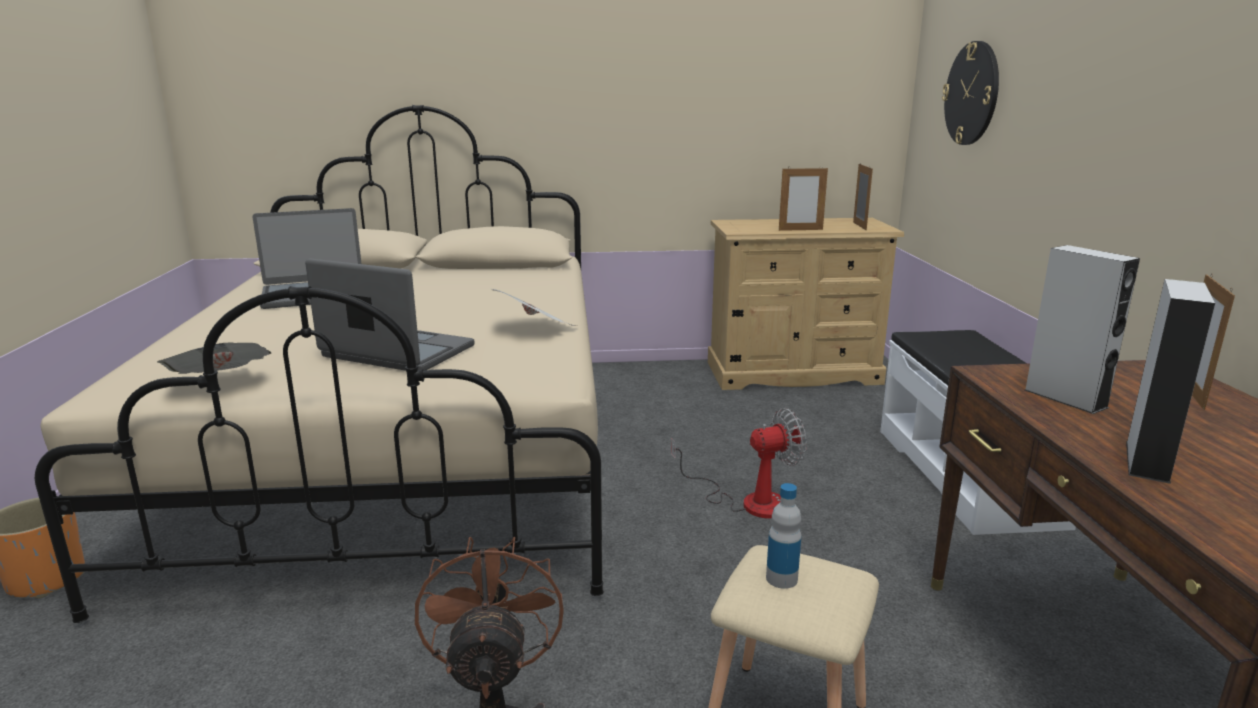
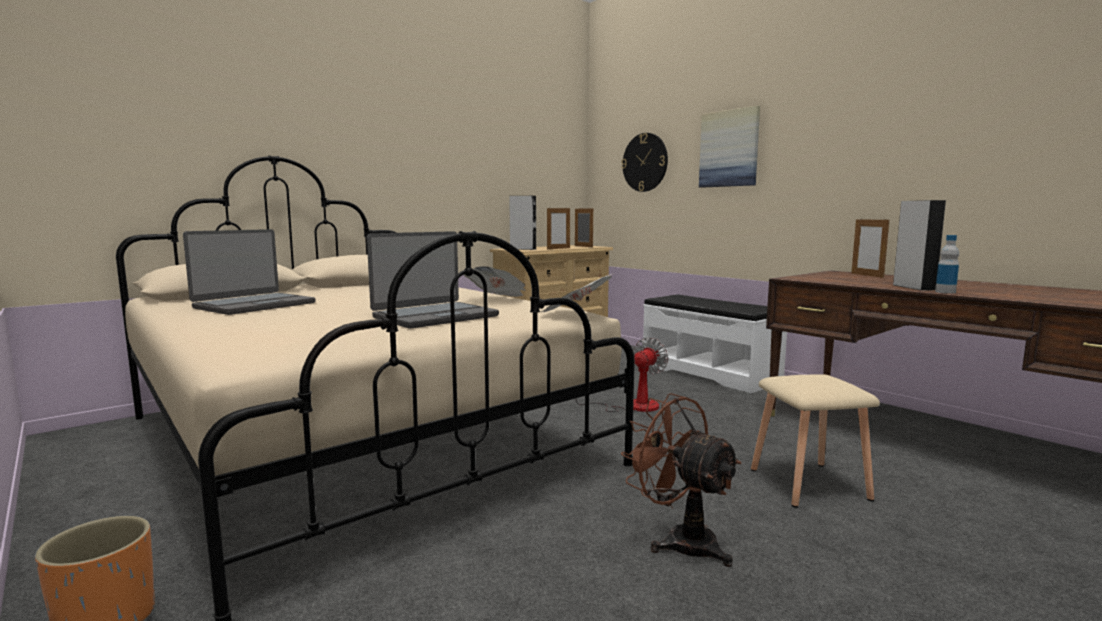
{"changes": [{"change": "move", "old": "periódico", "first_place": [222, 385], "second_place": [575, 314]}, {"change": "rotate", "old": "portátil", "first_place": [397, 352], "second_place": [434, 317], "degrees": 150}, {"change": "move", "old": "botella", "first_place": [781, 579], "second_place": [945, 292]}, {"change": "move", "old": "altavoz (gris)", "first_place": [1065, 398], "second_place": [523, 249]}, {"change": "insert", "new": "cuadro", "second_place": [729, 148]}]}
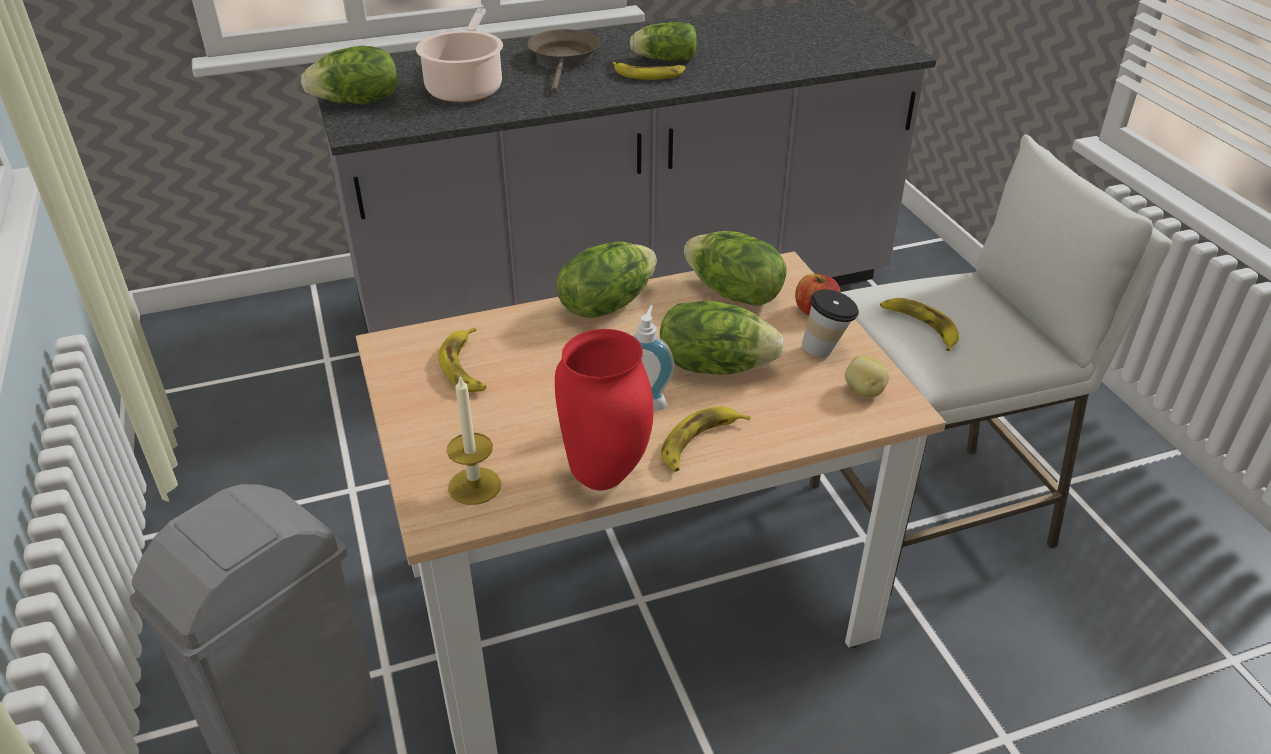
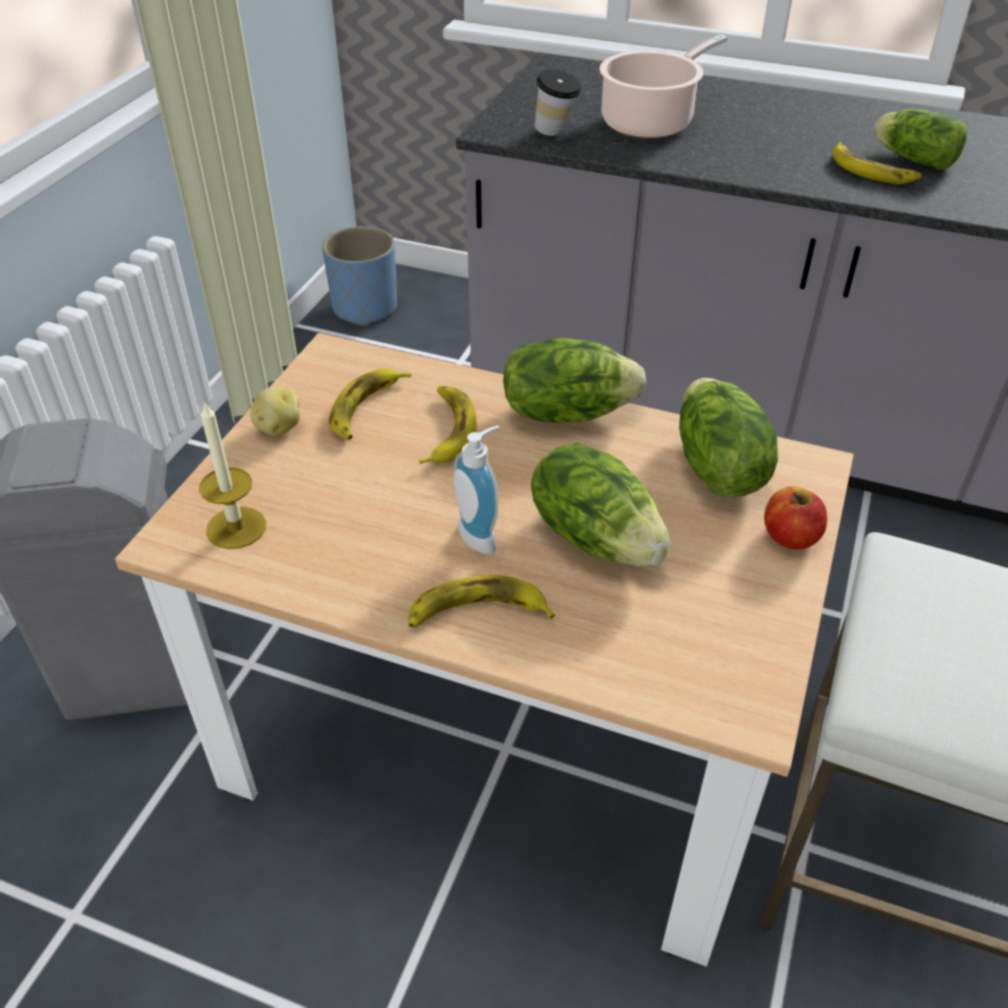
{"changes": [{"change": "delete", "old": "lechuga", "first_place": [358, 102]}, {"change": "delete", "old": "sartén (marrón)", "first_place": [564, 60]}, {"change": "delete", "old": "florero (rojo)", "first_place": [607, 476]}, {"change": "move", "old": "taza", "first_place": [826, 350], "second_place": [556, 133]}, {"change": "move", "old": "patata", "first_place": [863, 391], "second_place": [278, 427]}, {"change": "move", "old": "plátano", "first_place": [920, 327], "second_place": [447, 430]}, {"change": "insert", "new": "maceta (azul)", "second_place": [365, 308]}]}
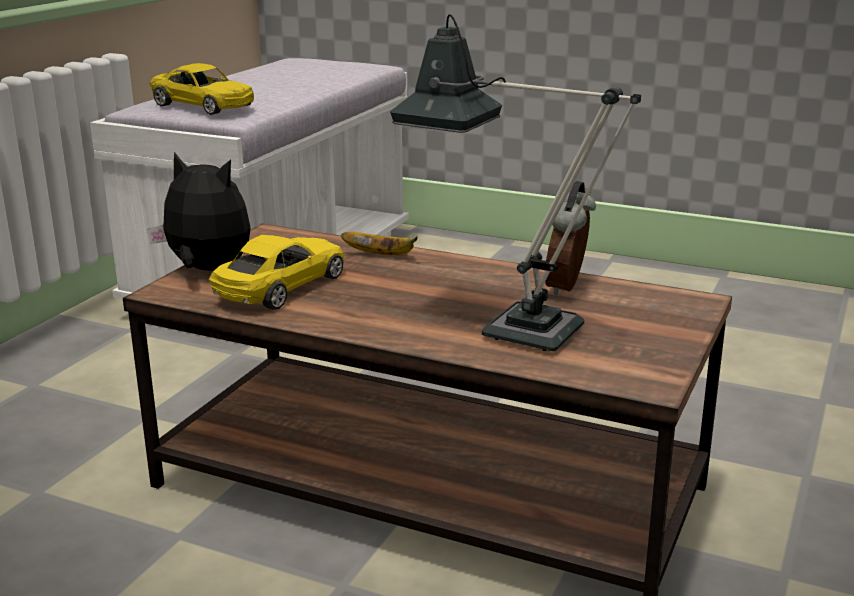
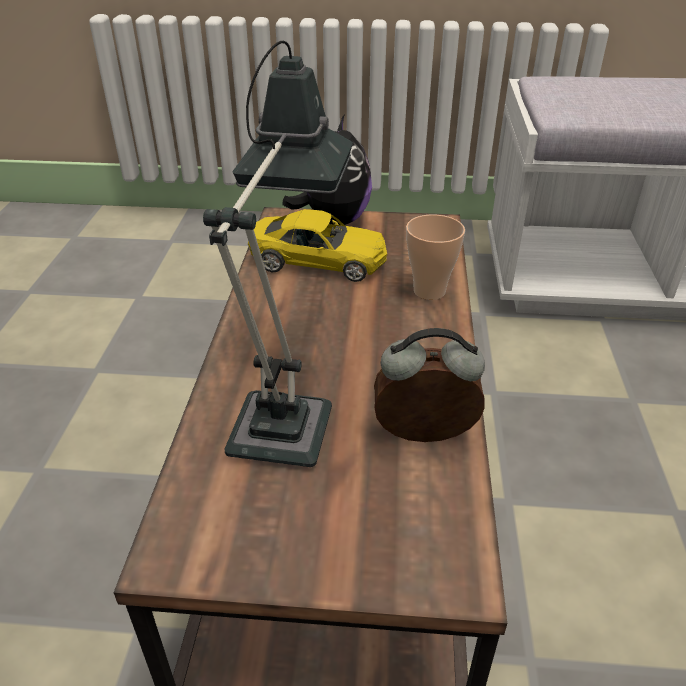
{"changes": [{"change": "delete", "old": "coche de juguete (amarillo)", "first_place": [203, 105]}, {"change": "replace", "old": "plátano", "new": "taza", "first_place": [381, 255], "second_place": [429, 291]}]}
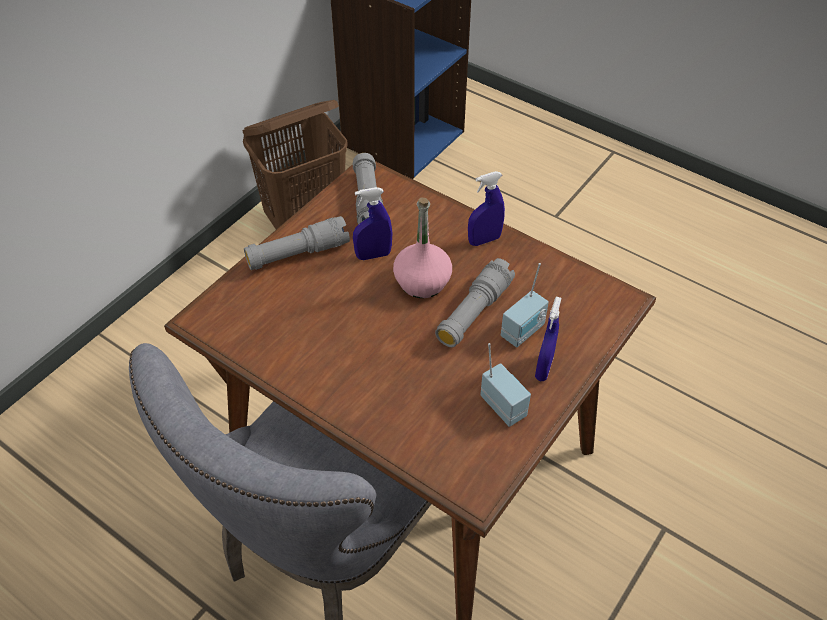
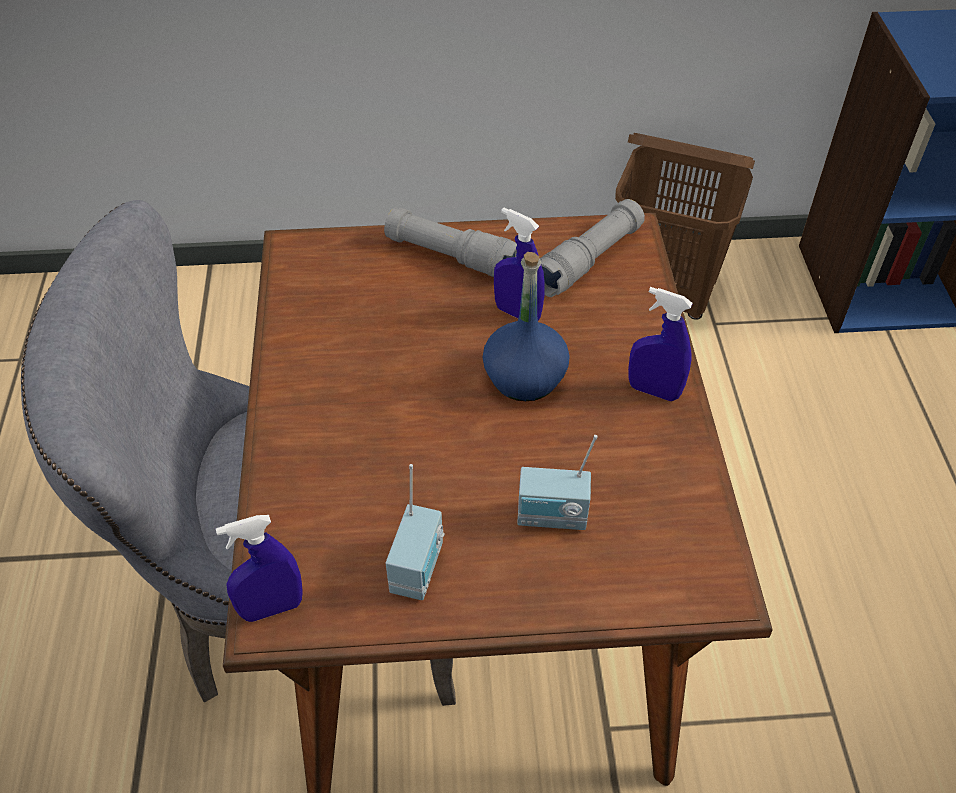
{"changes": [{"change": "recolor", "old": "botella (rosa)", "new": "botella (azul)", "first_place": [422, 282], "second_place": [525, 377]}, {"change": "delete", "old": "linterna (gris)", "first_place": [474, 312]}, {"change": "move", "old": "pulverizador (azul)", "first_place": [544, 368], "second_place": [272, 608]}]}
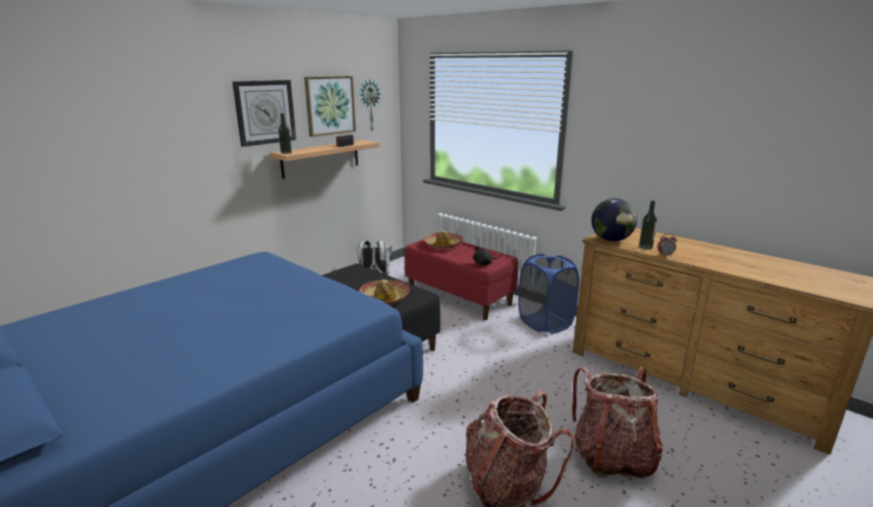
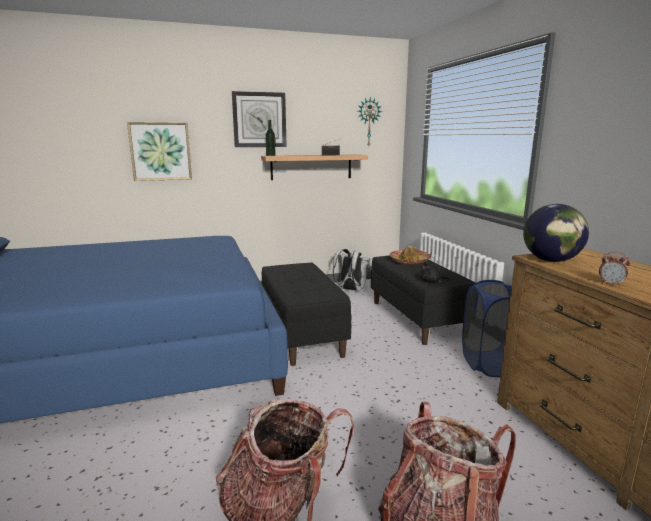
{"changes": [{"change": "move", "old": "cuadro", "first_place": [330, 105], "second_place": [160, 151]}, {"change": "delete", "old": "sombrero", "first_place": [384, 298]}, {"change": "recolor", "old": "banco (rojo)", "new": "banco (negro)", "first_place": [459, 297], "second_place": [417, 318]}, {"change": "delete", "old": "botella", "first_place": [645, 247]}]}
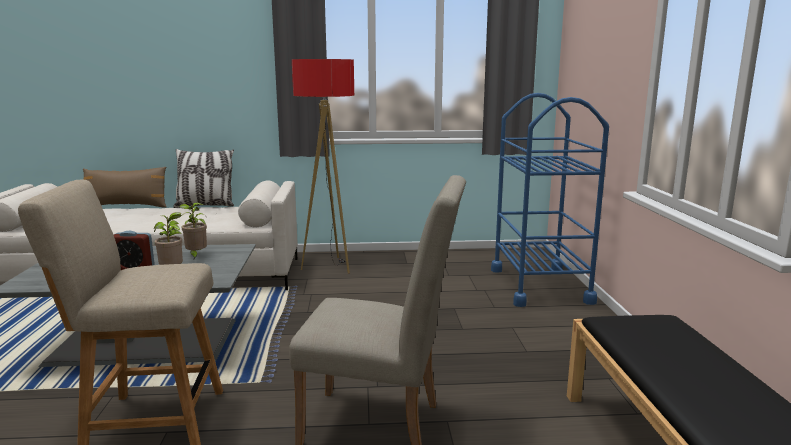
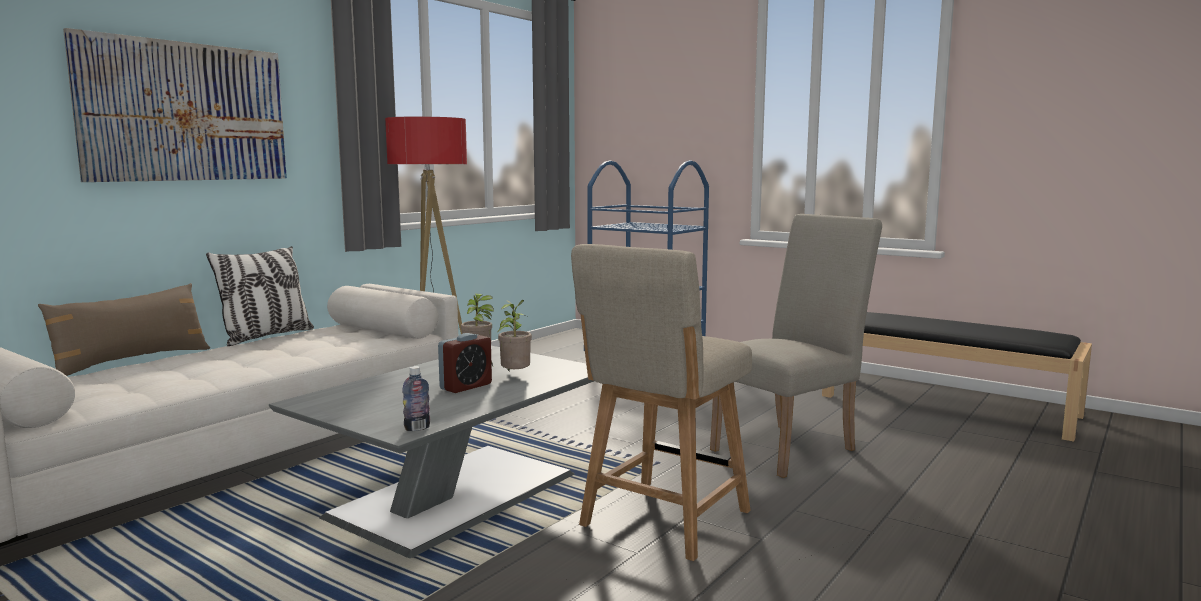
{"changes": [{"change": "insert", "new": "cuadro", "second_place": [186, 112]}, {"change": "insert", "new": "botella", "second_place": [417, 428]}]}
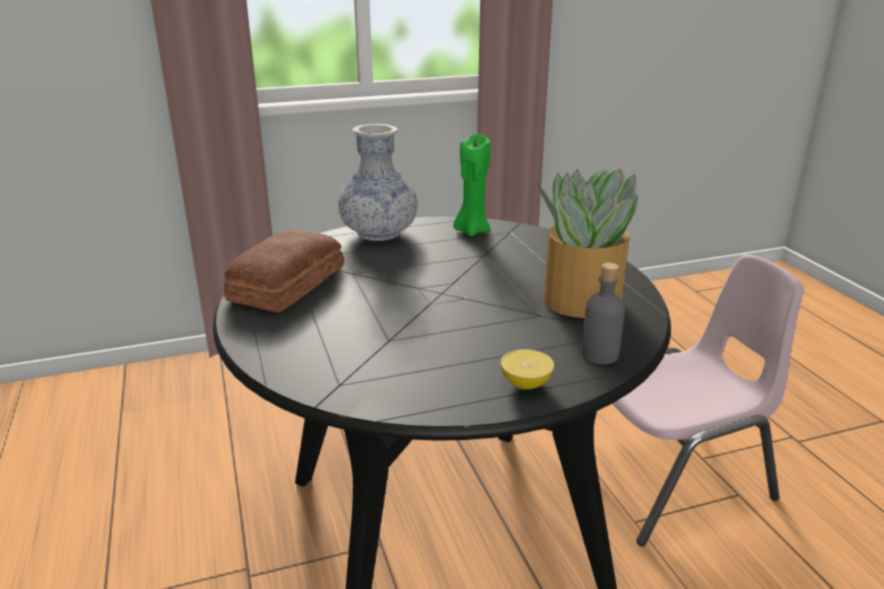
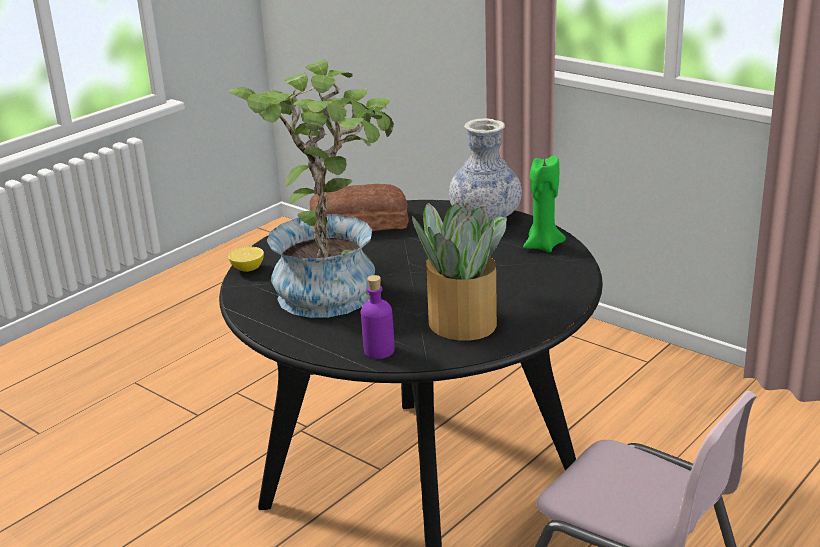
{"changes": [{"change": "move", "old": "limón", "first_place": [526, 384], "second_place": [247, 269]}, {"change": "recolor", "old": "botella (gris)", "new": "botella (morado)", "first_place": [600, 355], "second_place": [379, 351]}, {"change": "insert", "new": "planta en maceta", "second_place": [333, 287]}]}
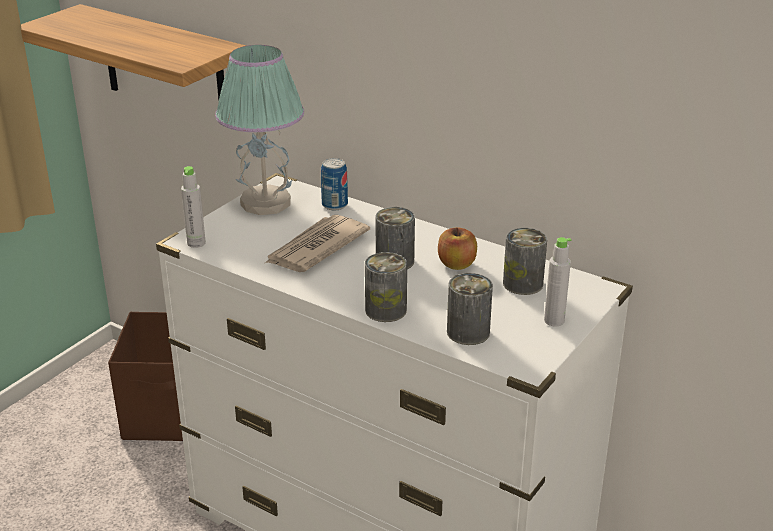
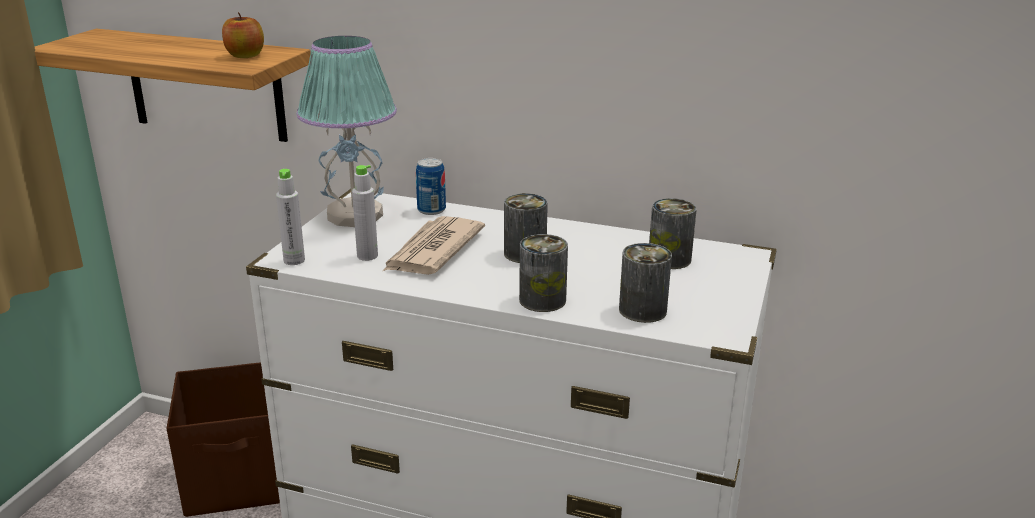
{"changes": [{"change": "move", "old": "manzana", "first_place": [456, 264], "second_place": [245, 56]}, {"change": "move", "old": "botella (gris)", "first_place": [554, 320], "second_place": [367, 256]}]}
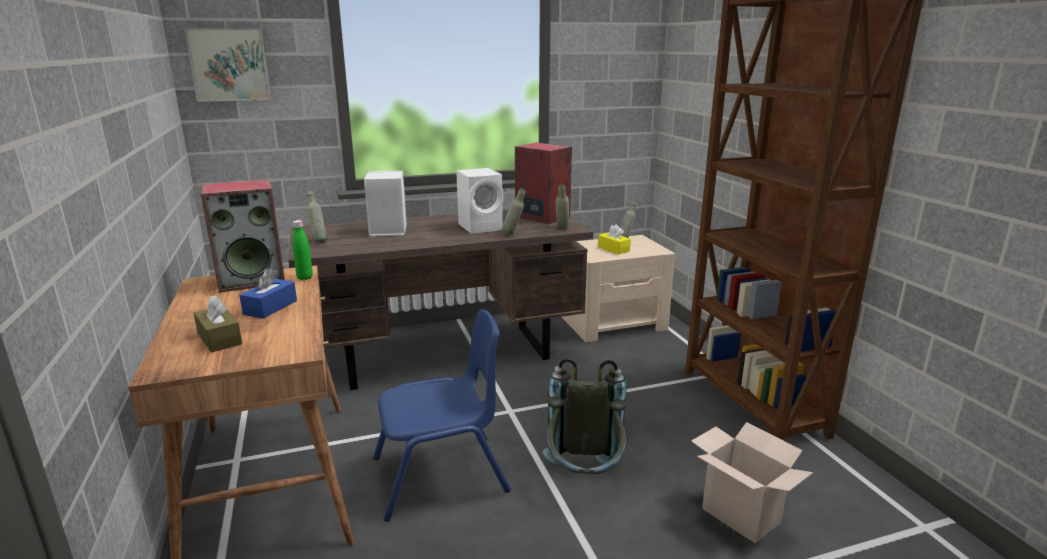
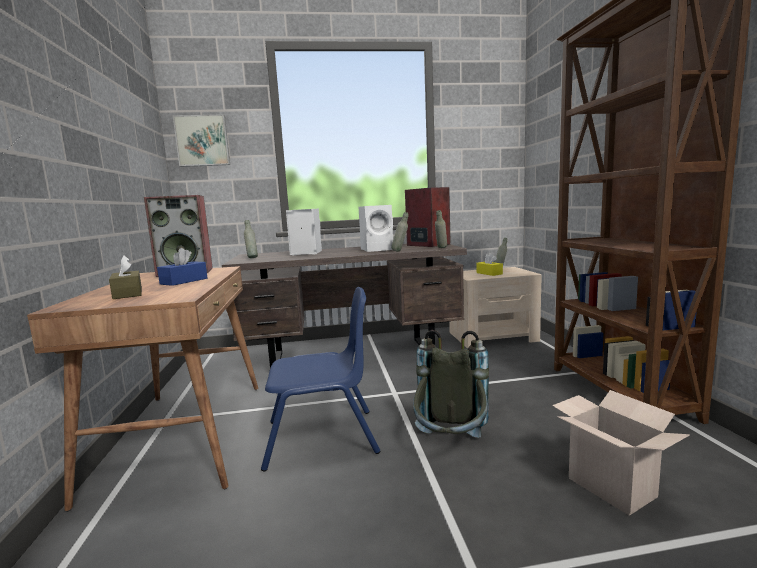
{"changes": [{"change": "delete", "old": "botella (verde)", "first_place": [305, 278]}]}
